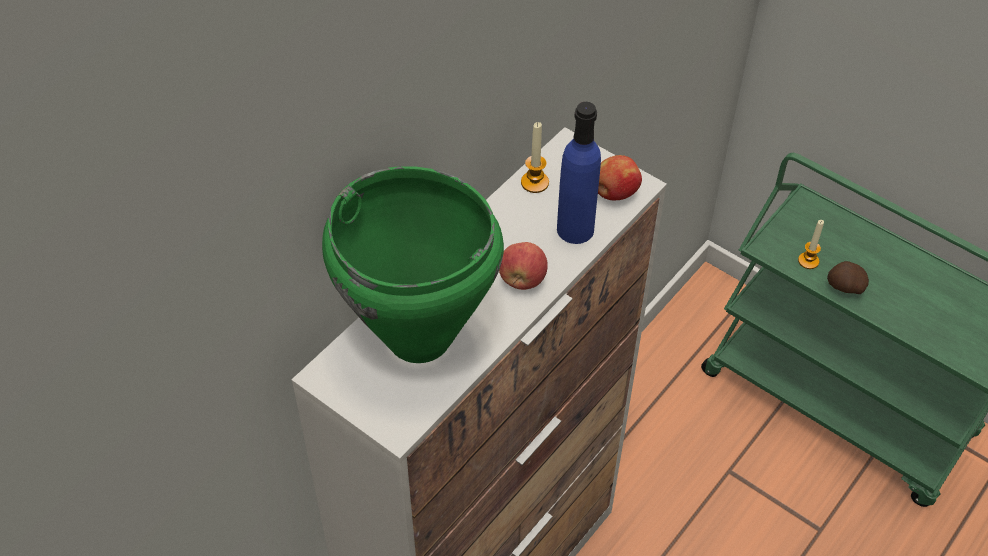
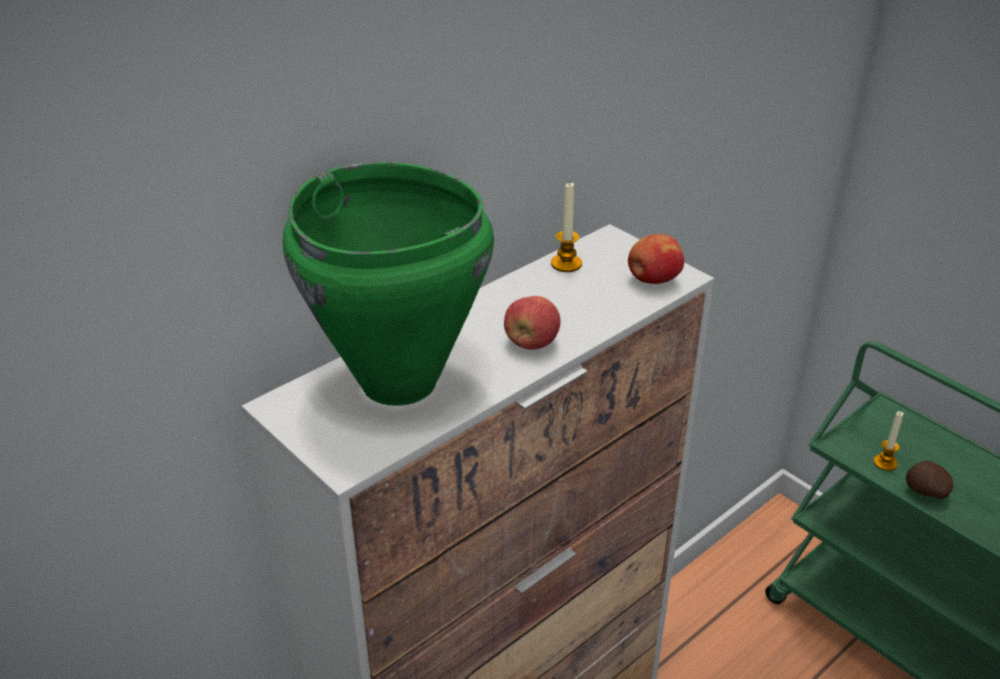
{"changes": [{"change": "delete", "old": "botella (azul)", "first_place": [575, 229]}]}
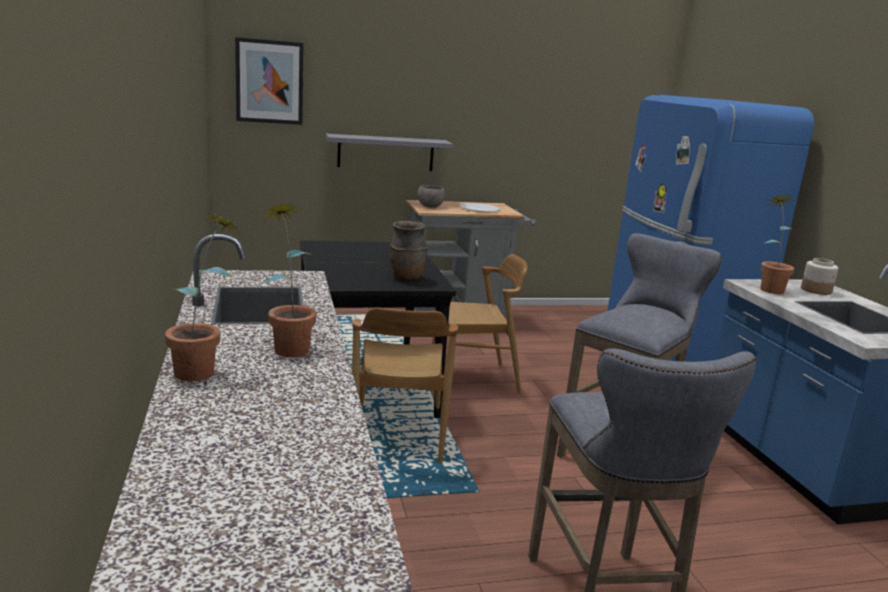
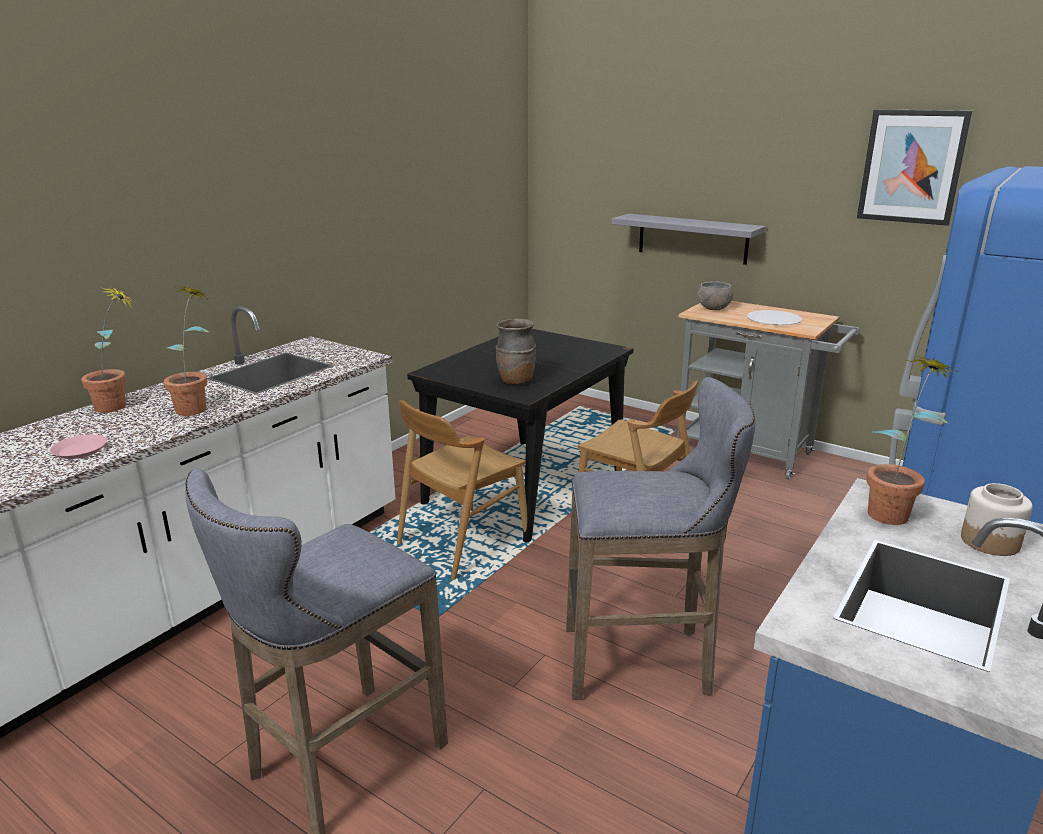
{"changes": [{"change": "move", "old": "cuadro", "first_place": [269, 81], "second_place": [912, 167]}, {"change": "insert", "new": "plato (rosa)", "second_place": [80, 451]}]}
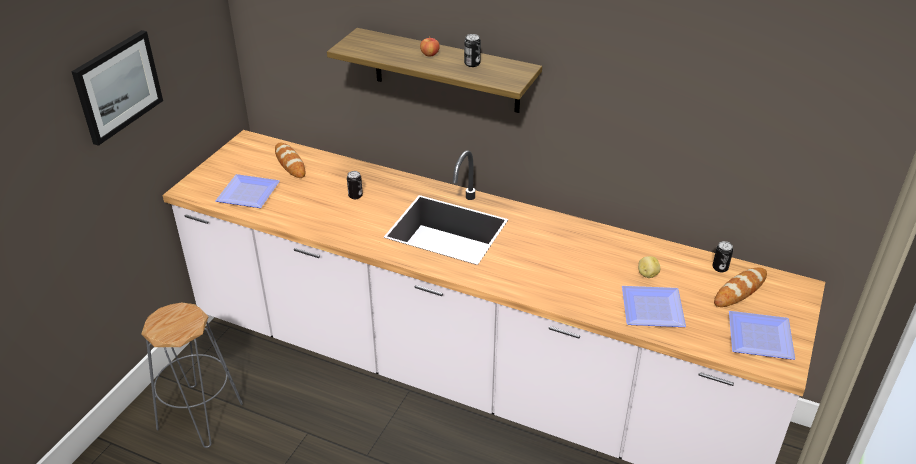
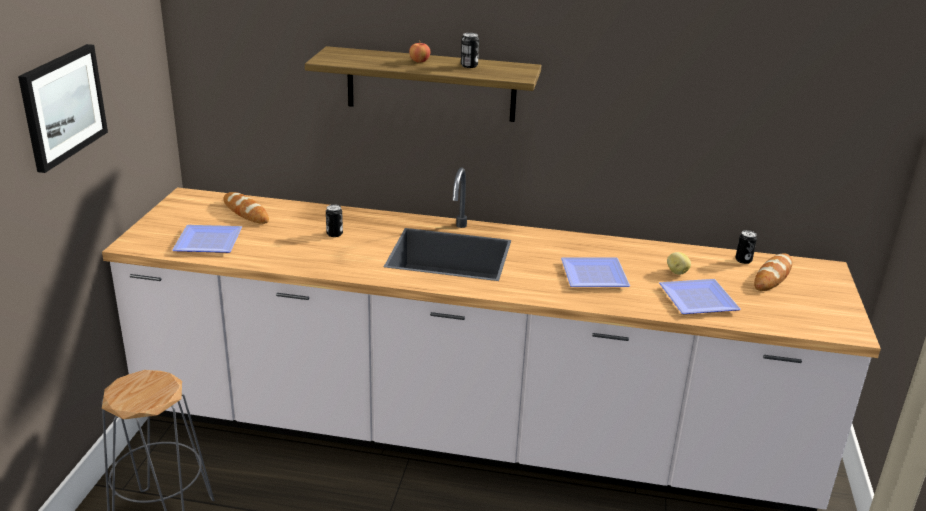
{"changes": [{"change": "move", "old": "plato", "first_place": [758, 339], "second_place": [592, 276]}]}
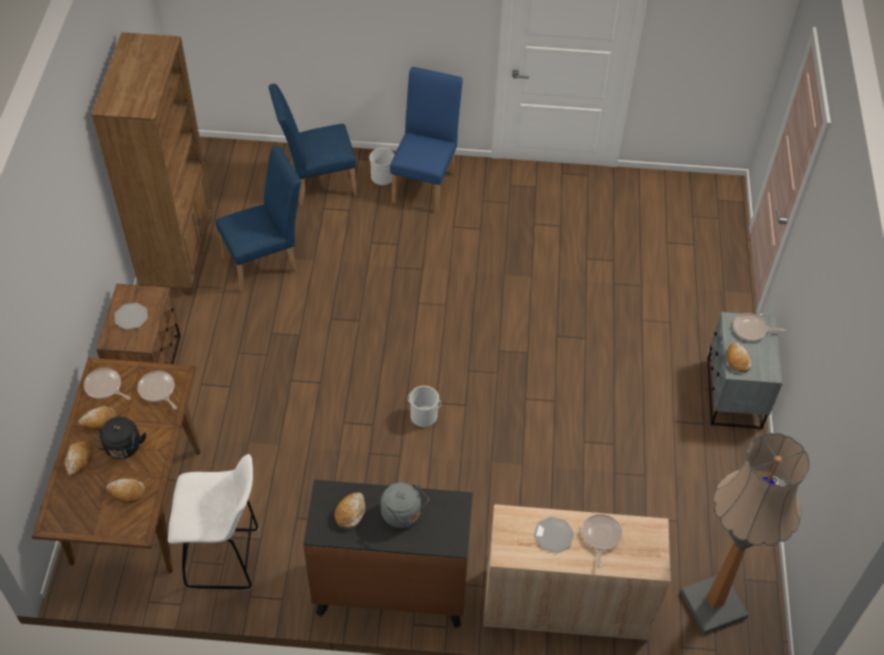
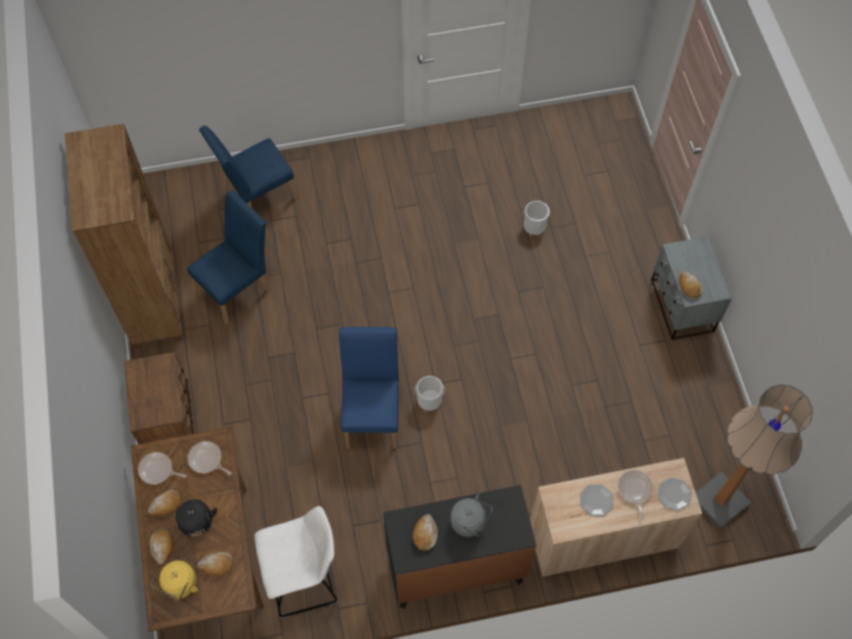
{"changes": [{"change": "move", "old": "plato", "first_place": [131, 317], "second_place": [674, 494]}, {"change": "move", "old": "cubo", "first_place": [382, 177], "second_place": [534, 226]}, {"change": "move", "old": "silla (azul)", "first_place": [426, 183], "second_place": [373, 414]}, {"change": "delete", "old": "sartén", "first_place": [751, 330]}, {"change": "insert", "new": "hervidor (amarillo)", "second_place": [179, 585]}]}
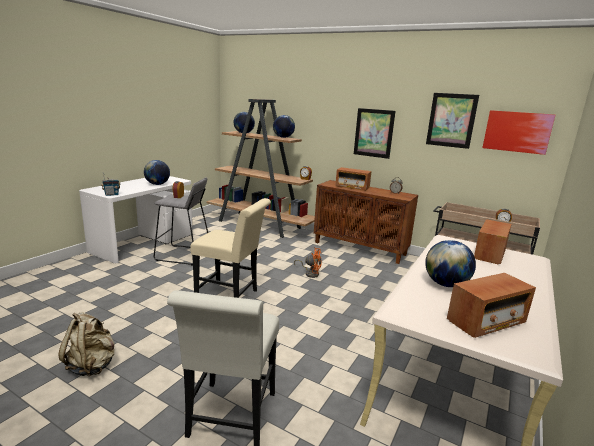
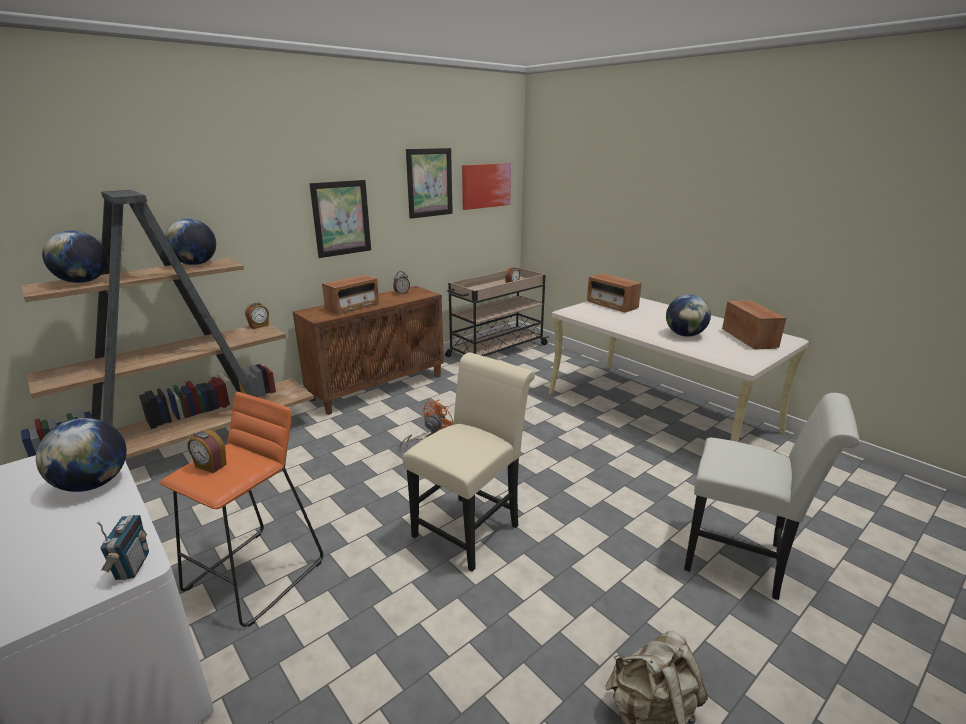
{"changes": [{"change": "recolor", "old": "taburete (gris)", "new": "taburete (naranja)", "first_place": [183, 255], "second_place": [256, 575]}]}
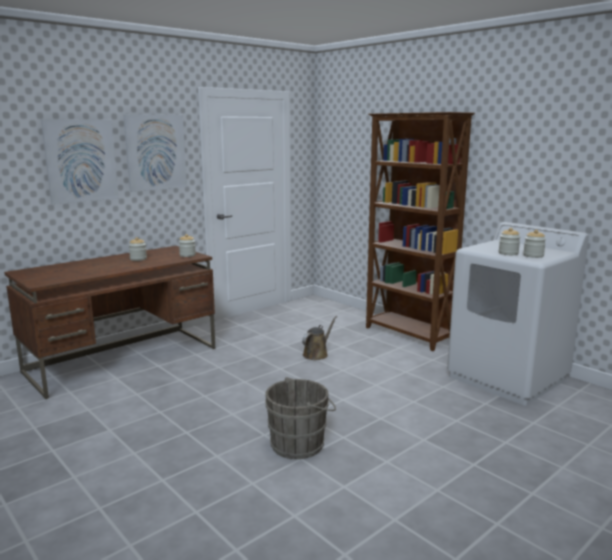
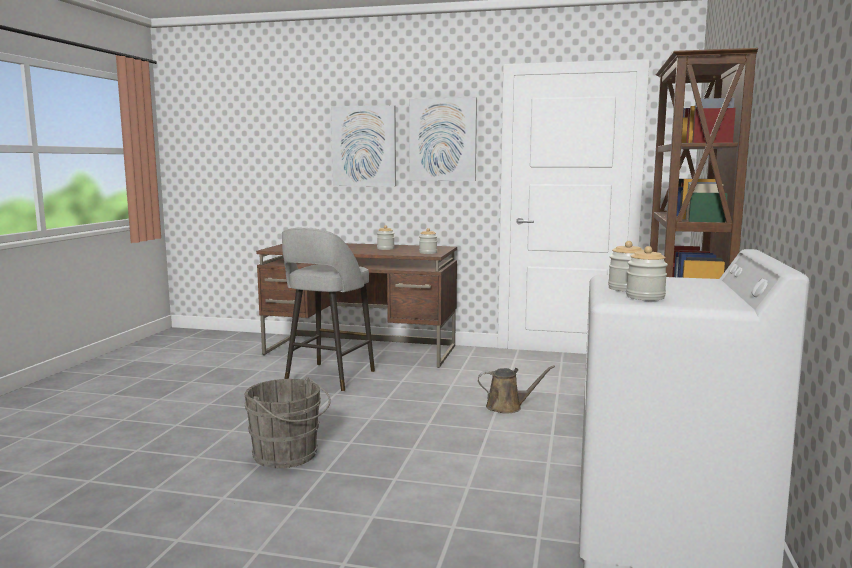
{"changes": [{"change": "insert", "new": "taburete (gris)", "second_place": [328, 378]}]}
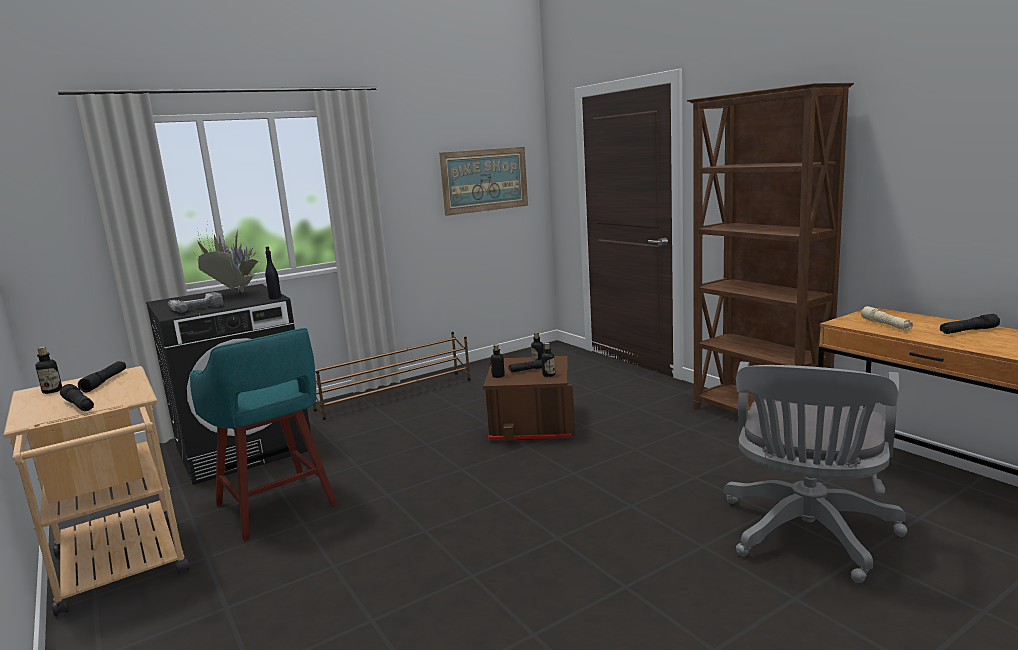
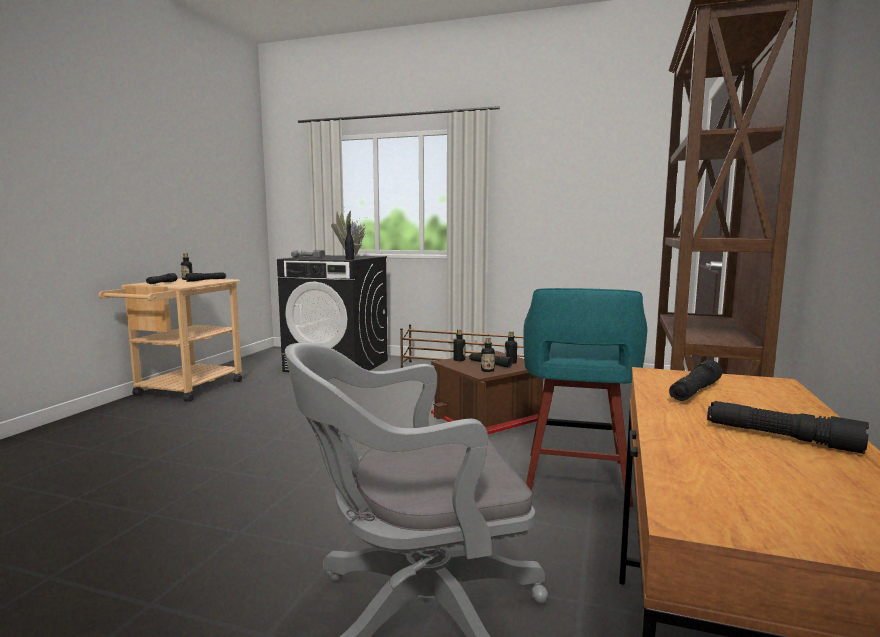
{"changes": [{"change": "move", "old": "taburete (turquesa)", "first_place": [276, 506], "second_place": [576, 479]}, {"change": "delete", "old": "cuadro", "first_place": [485, 180]}, {"change": "recolor", "old": "linterna (beis)", "new": "linterna (negro)", "first_place": [886, 325], "second_place": [695, 391]}]}
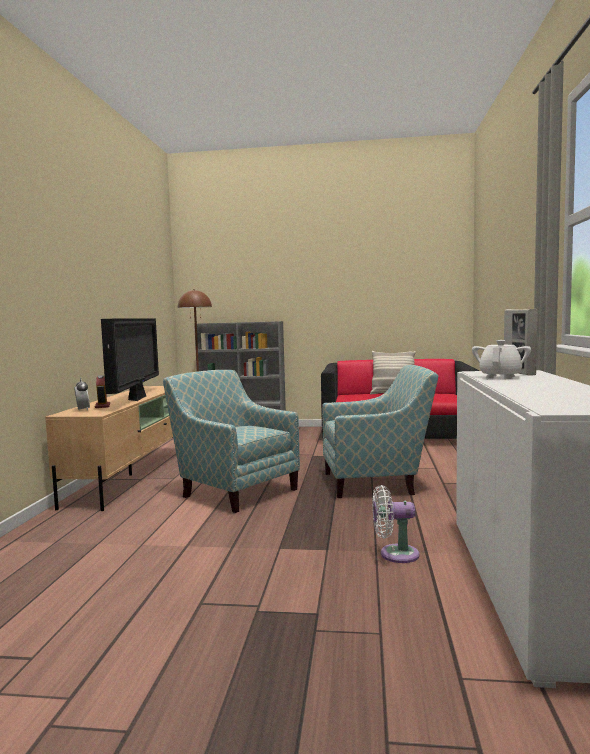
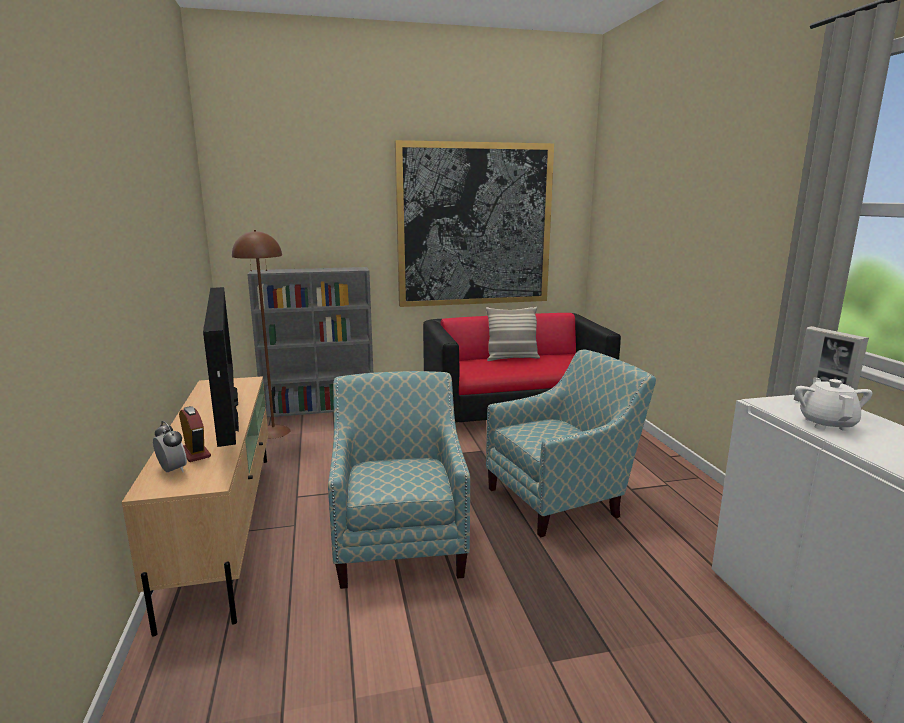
{"changes": [{"change": "rotate", "old": "sillón", "first_place": [234, 490], "second_place": [399, 541], "degrees": 60}, {"change": "delete", "old": "ventilador (blanco)", "first_place": [395, 554]}, {"change": "insert", "new": "cuadro", "second_place": [474, 225]}]}
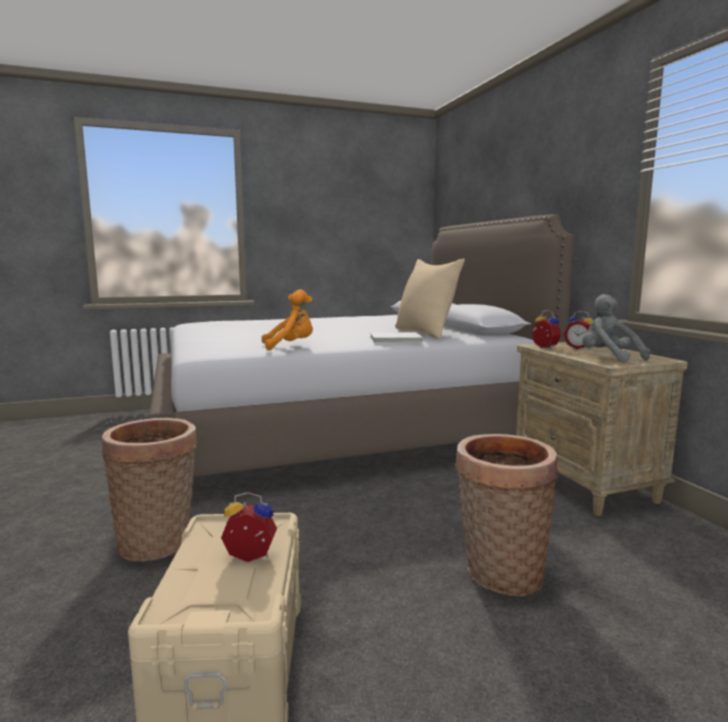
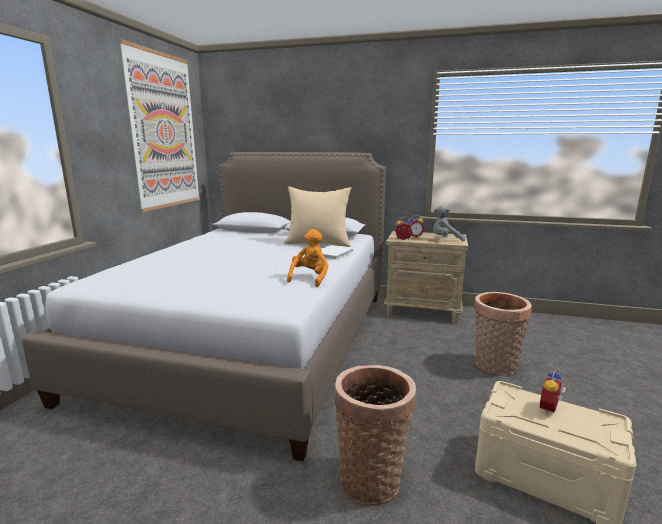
{"changes": [{"change": "insert", "new": "cuadro", "second_place": [164, 131]}]}
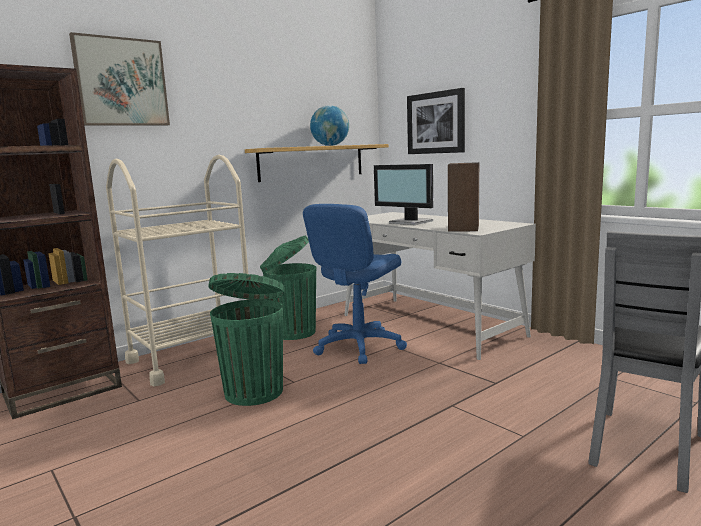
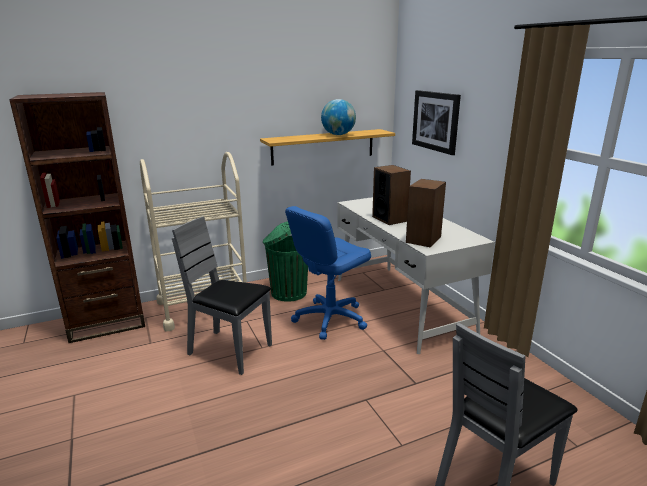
{"changes": [{"change": "delete", "old": "cuadro", "first_place": [121, 82]}, {"change": "replace", "old": "papelera (verde)", "new": "silla (gris)", "first_place": [254, 391], "second_place": [230, 351]}, {"change": "replace", "old": "monitor", "new": "altavoz", "first_place": [410, 222], "second_place": [389, 219]}]}
